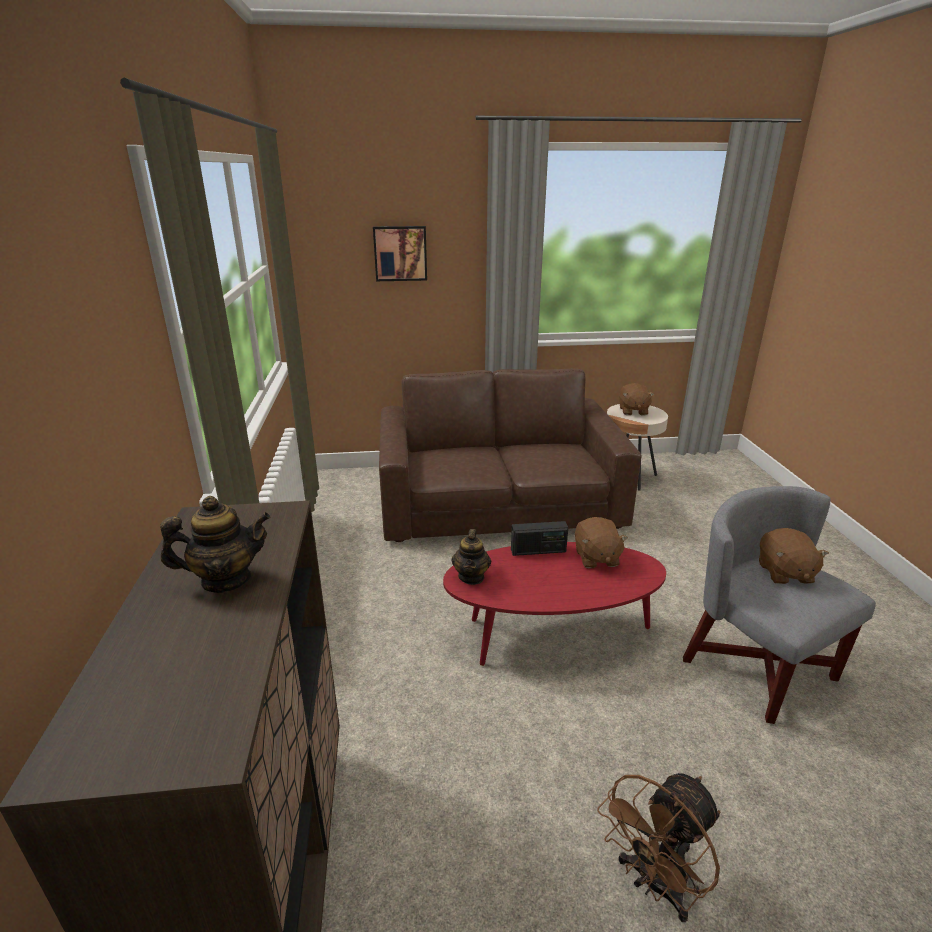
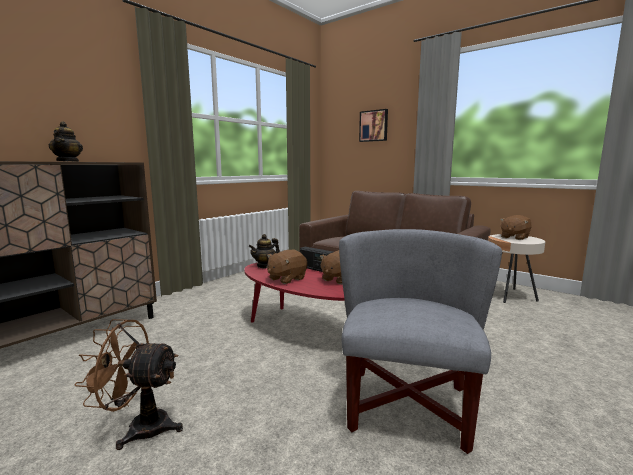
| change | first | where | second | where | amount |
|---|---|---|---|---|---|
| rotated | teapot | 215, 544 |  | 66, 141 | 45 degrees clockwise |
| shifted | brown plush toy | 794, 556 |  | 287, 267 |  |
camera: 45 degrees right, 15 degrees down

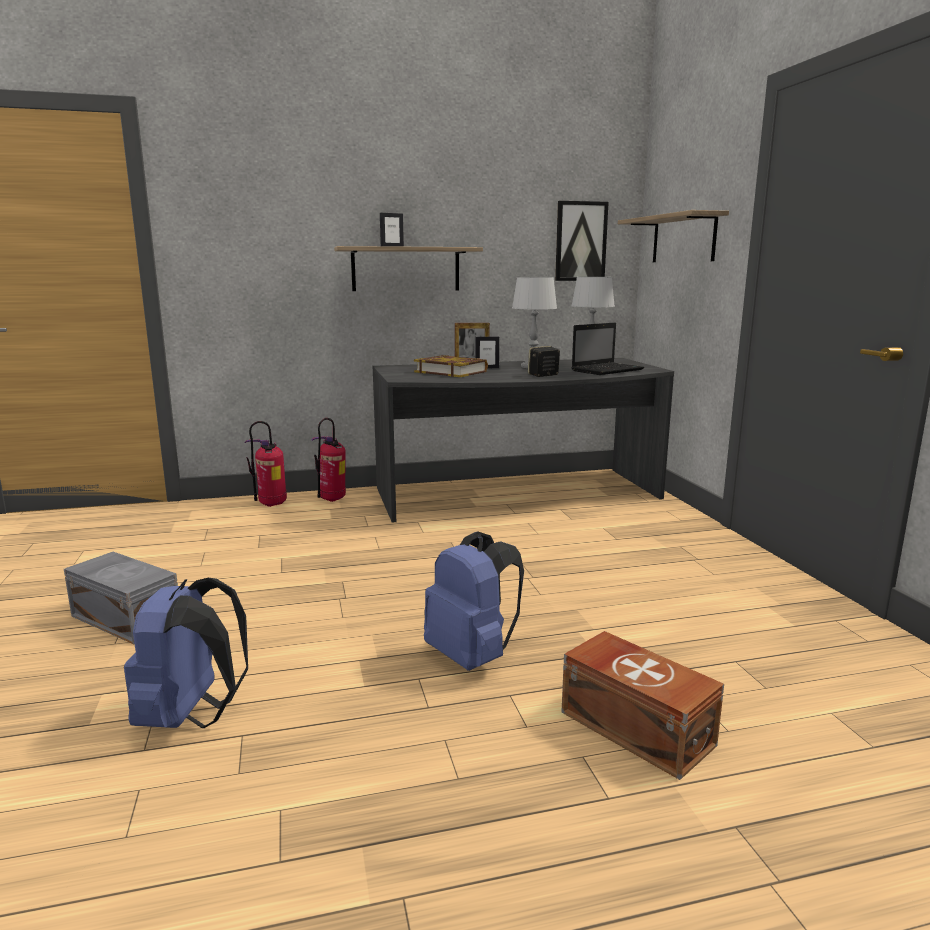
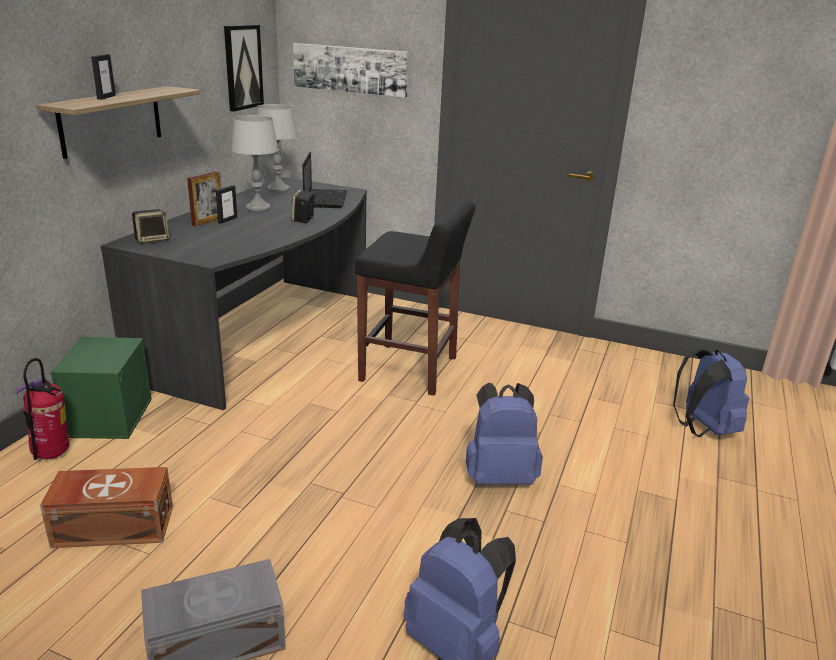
| change | first | where | second | where | amount |
|---|---|---|---|---|---|
| shifted | brown storage container | 642, 705 |  | 106, 507 |  |
| swapped | fire-fighting cylinder | 328, 460 | green-coloured storage container | 101, 388 |  |
| new |  |  | loudspeaker | 150, 226 |  |
| swapped | shelf | 673, 236 | wall art | 351, 70 |  |
| new |  |  | black-coloured stool | 415, 297 |  |
| new |  |  | bluish knapsack | 711, 393 |  |
| gone | bound book | 451, 366 |  |  |  |
camera: 55 degrees left, 10 degrees up

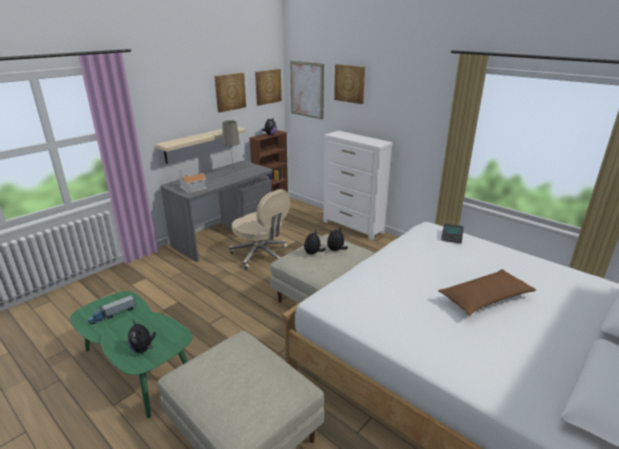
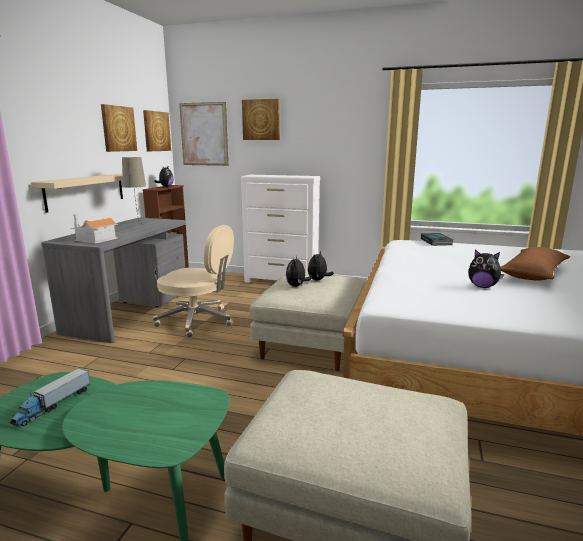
| change | first | where | second | where | amount |
|---|---|---|---|---|---|
| shifted | plush toy | 142, 336 |  | 486, 269 |  |
camera: 25 degrees left, 10 degrees down

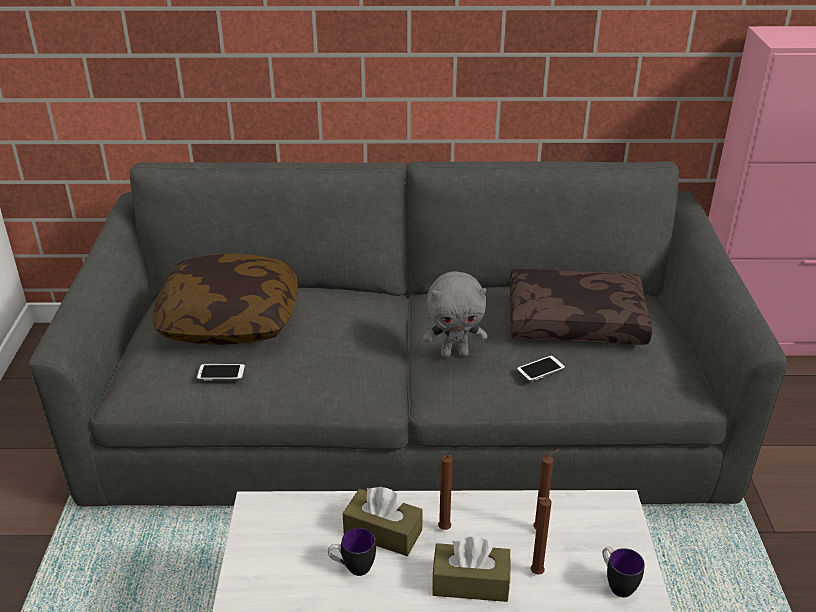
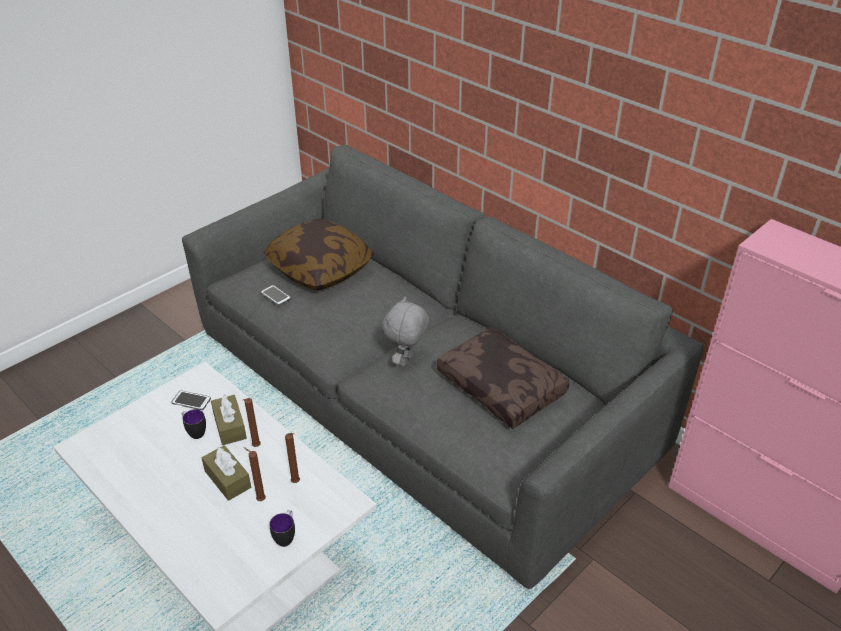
| change | first | where | second | where | amount |
|---|---|---|---|---|---|
| shifted | phone | 541, 368 |  | 191, 400 |  |
| rotated | greyish plush toy | 455, 314 |  | 406, 331 | 75 degrees clockwise |
camera: 45 degrees right, 5 degrees up

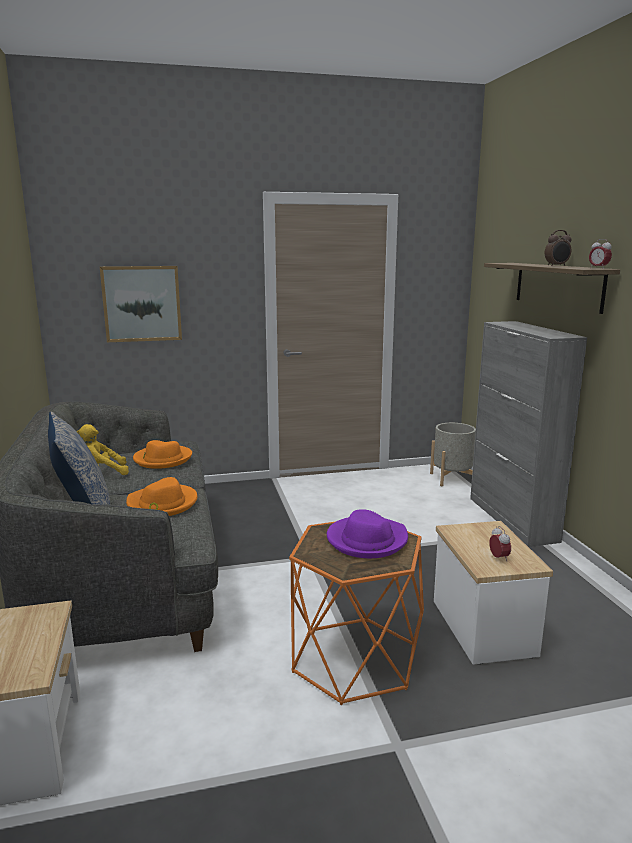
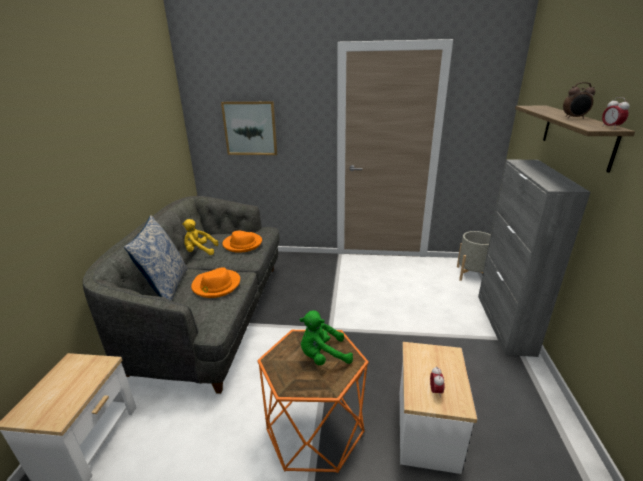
| change | first | where | second | where | amount |
|---|---|---|---|---|---|
| swapped | purplish wearable hat | 367, 533 | green-coloured plush toy | 326, 337 |  |
camera: 20 degrees right, 10 degrees up

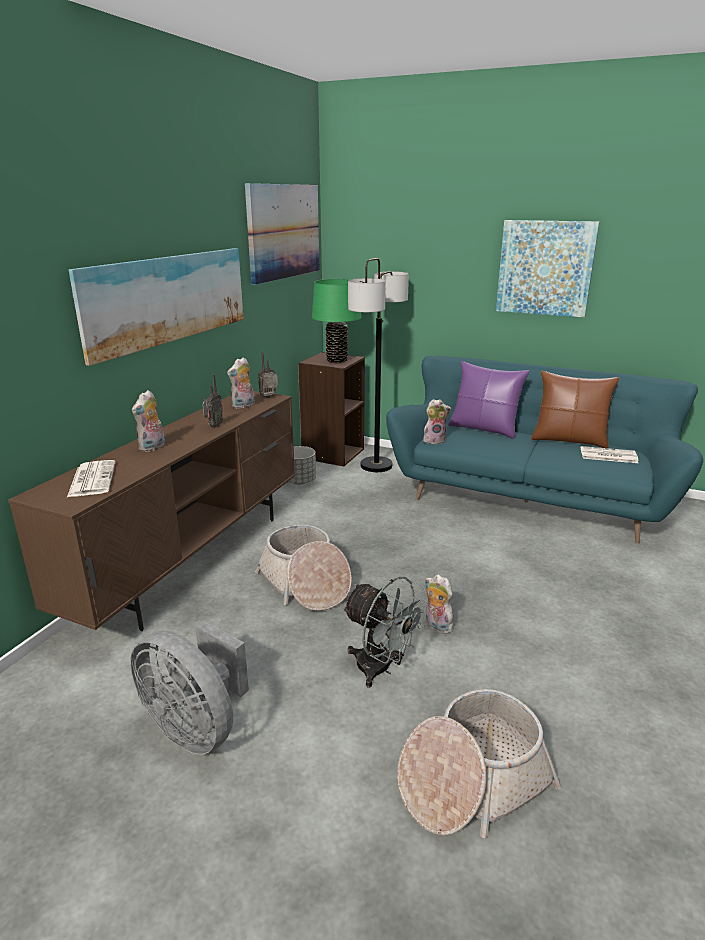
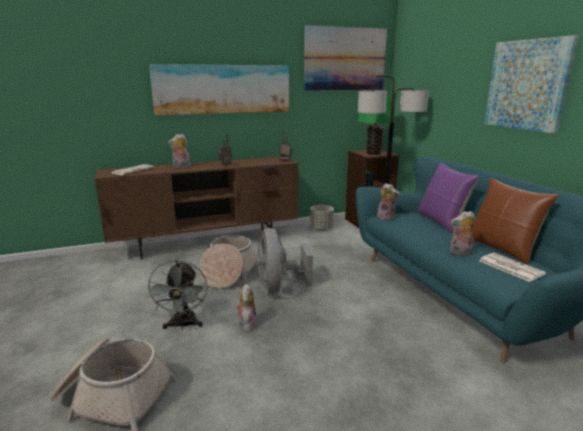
| change | first | where | second | where | amount |
|---|---|---|---|---|---|
| shifted | greyish fan | 189, 688 |  | 285, 261 |  |
| shifted | plush toy | 240, 383 |  | 462, 233 |  |
camera: 45 degrees right, 5 degrees down

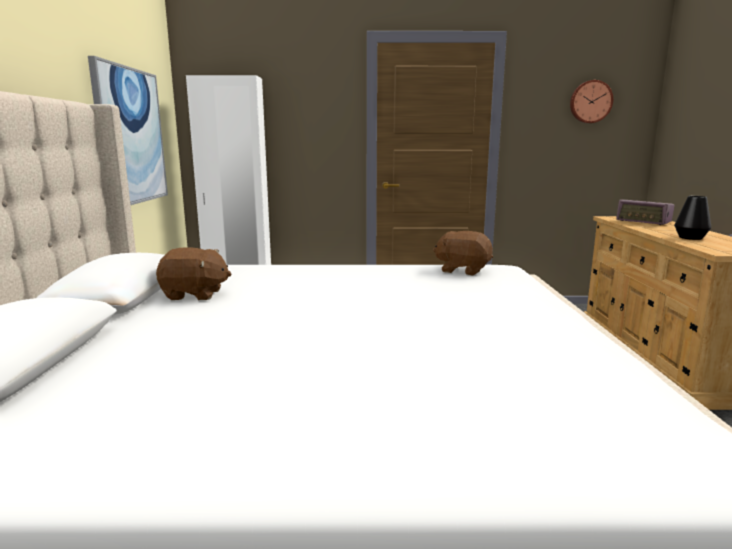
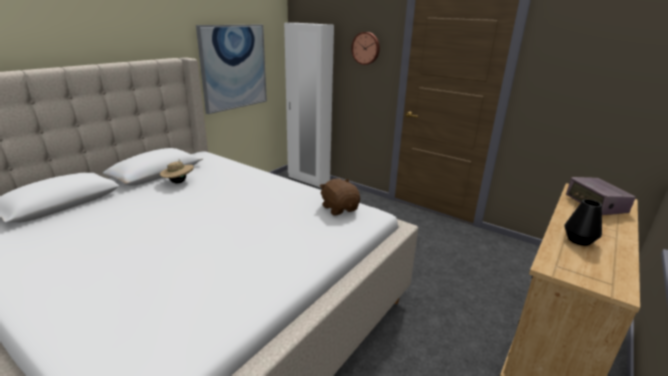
| change | first | where | second | where | amount |
|---|---|---|---|---|---|
| swapped | brown plush toy | 193, 273 | beige-coloured wearable hat | 177, 172 |  |
| shifted | wall clock | 591, 101 |  | 365, 48 |  |
camera: 35 degrees right, 10 degrees up

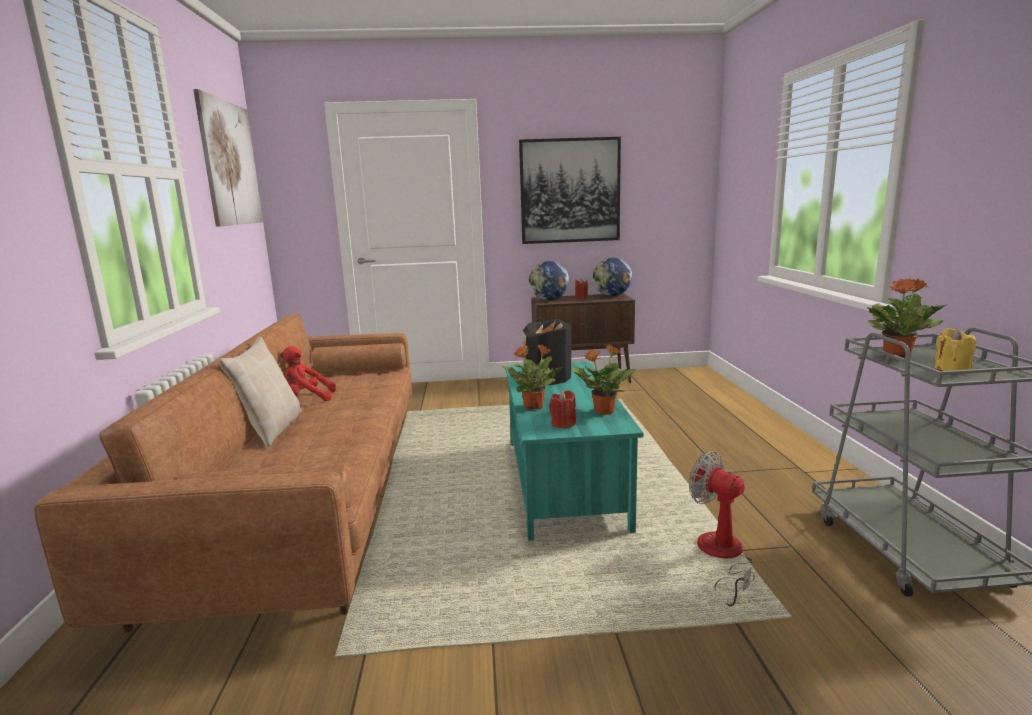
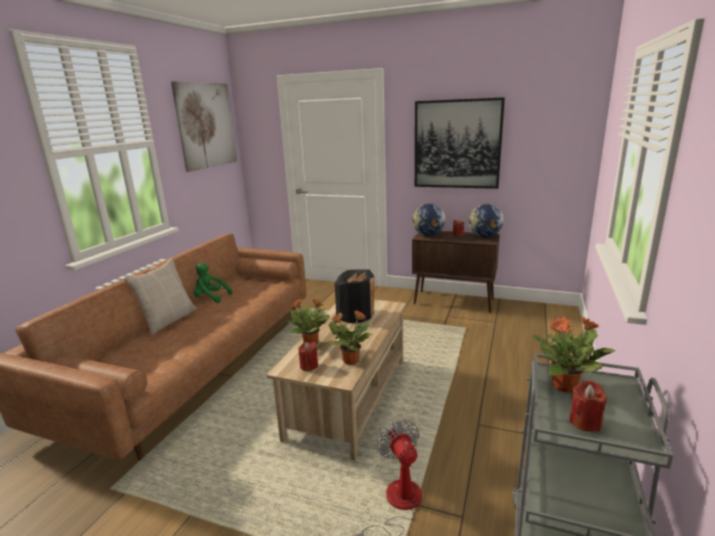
| change | first | where | second | where | amount |
|---|---|---|---|---|---|
| repainted | red plush toy | 308, 373 | green-coloured plush toy | 213, 283 |  |
| repainted | turquoise low table | 574, 451 | beige-coloured low table | 336, 379 |  |
| repainted | yellowish wax light | 955, 349 | red wax light | 588, 406 |  |
camera: 25 degrees right, 5 degrees up

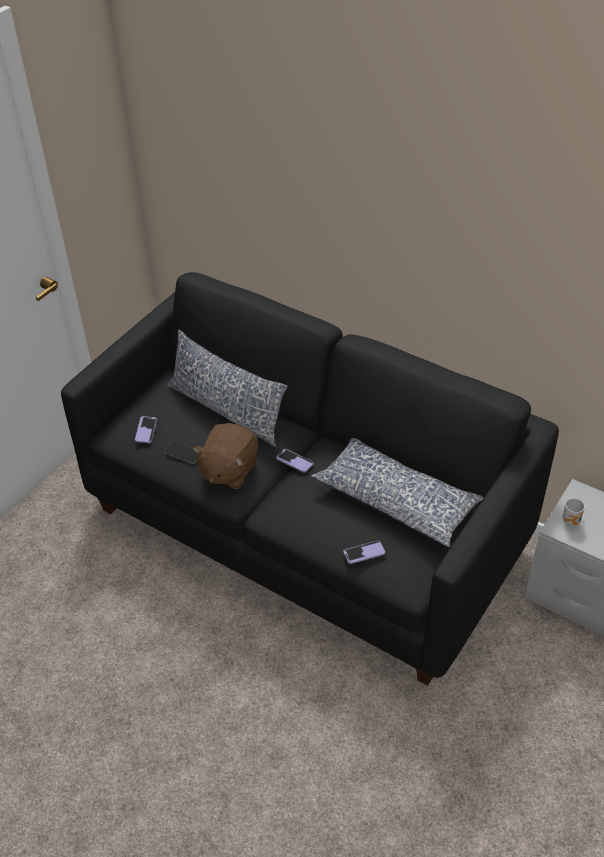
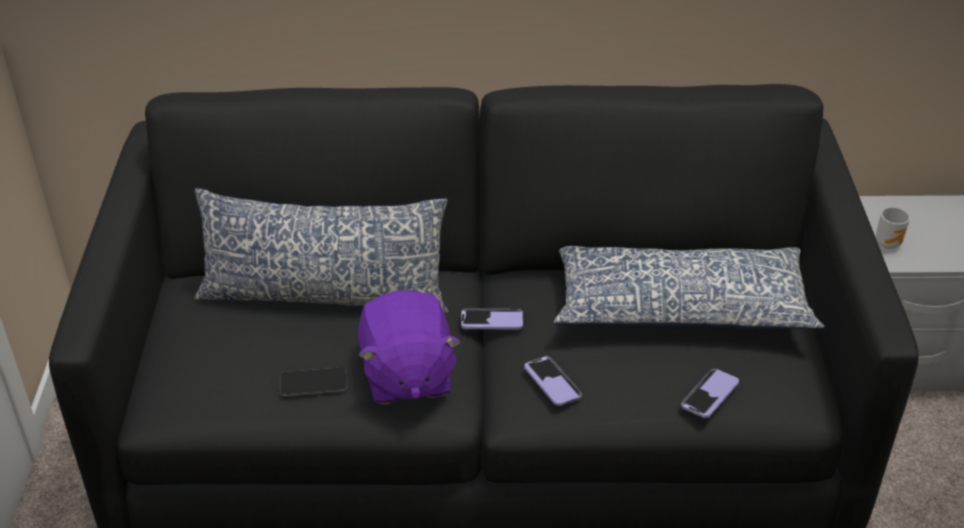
| change | first | where | second | where | amount |
|---|---|---|---|---|---|
| repainted | brown plush toy | 225, 456 | purplish plush toy | 409, 347 |  |
| shifted | phone | 146, 429 |  | 553, 381 |  |
camera: 35 degrees left, 5 degrees down

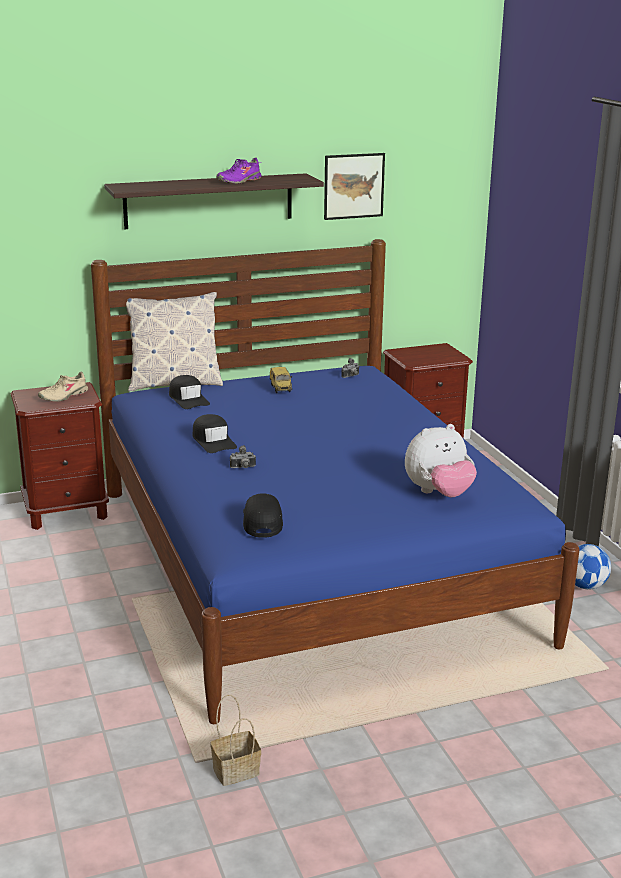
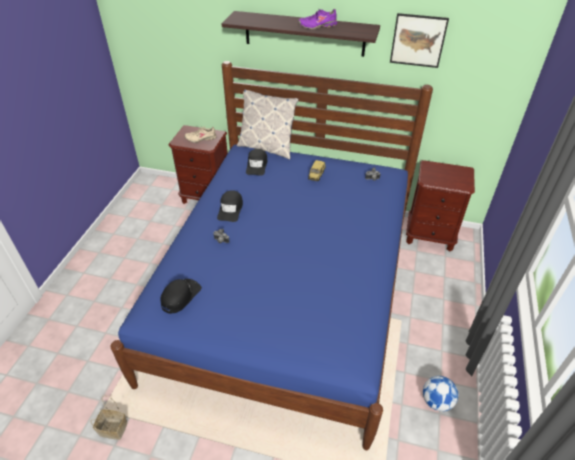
| change | first | where | second | where | amount |
|---|---|---|---|---|---|
| gone | plush toy | 441, 460 |  |  |  |
camera: 35 degrees right, 20 degrees up

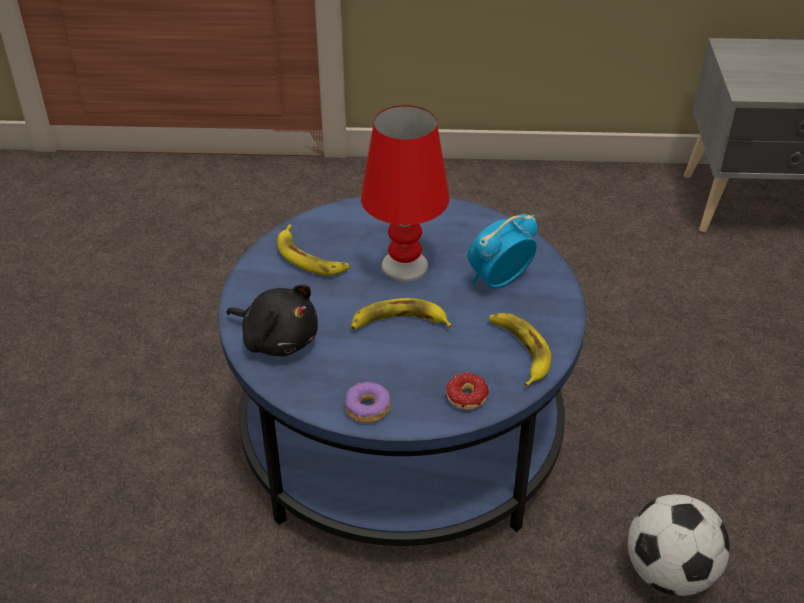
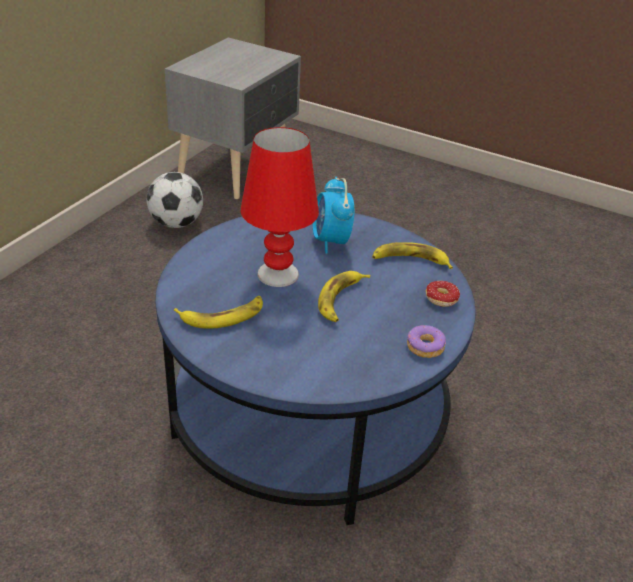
| change | first | where | second | where | amount |
|---|---|---|---|---|---|
| shifted | football | 679, 545 |  | 174, 200 |  |
| gone | black-coloured plush toy | 272, 320 |  |  |  |
camera: 65 degrees left, 5 degrees down

